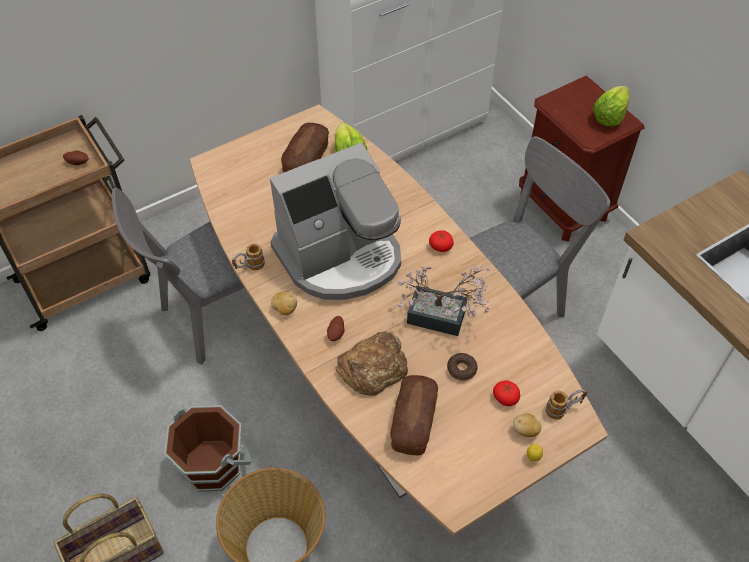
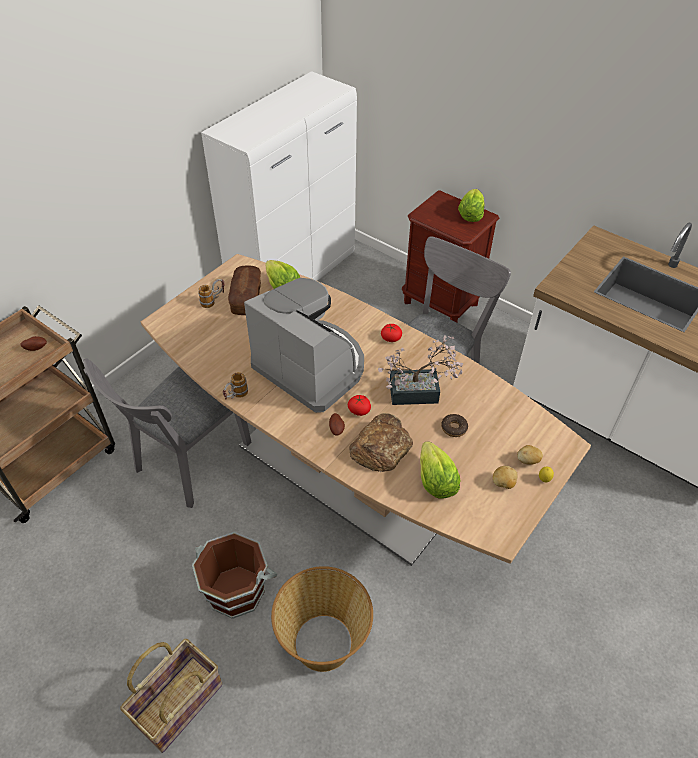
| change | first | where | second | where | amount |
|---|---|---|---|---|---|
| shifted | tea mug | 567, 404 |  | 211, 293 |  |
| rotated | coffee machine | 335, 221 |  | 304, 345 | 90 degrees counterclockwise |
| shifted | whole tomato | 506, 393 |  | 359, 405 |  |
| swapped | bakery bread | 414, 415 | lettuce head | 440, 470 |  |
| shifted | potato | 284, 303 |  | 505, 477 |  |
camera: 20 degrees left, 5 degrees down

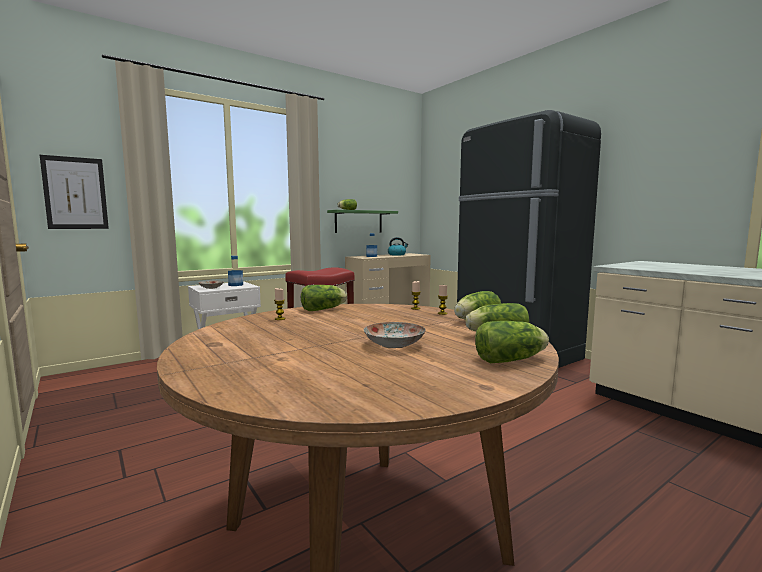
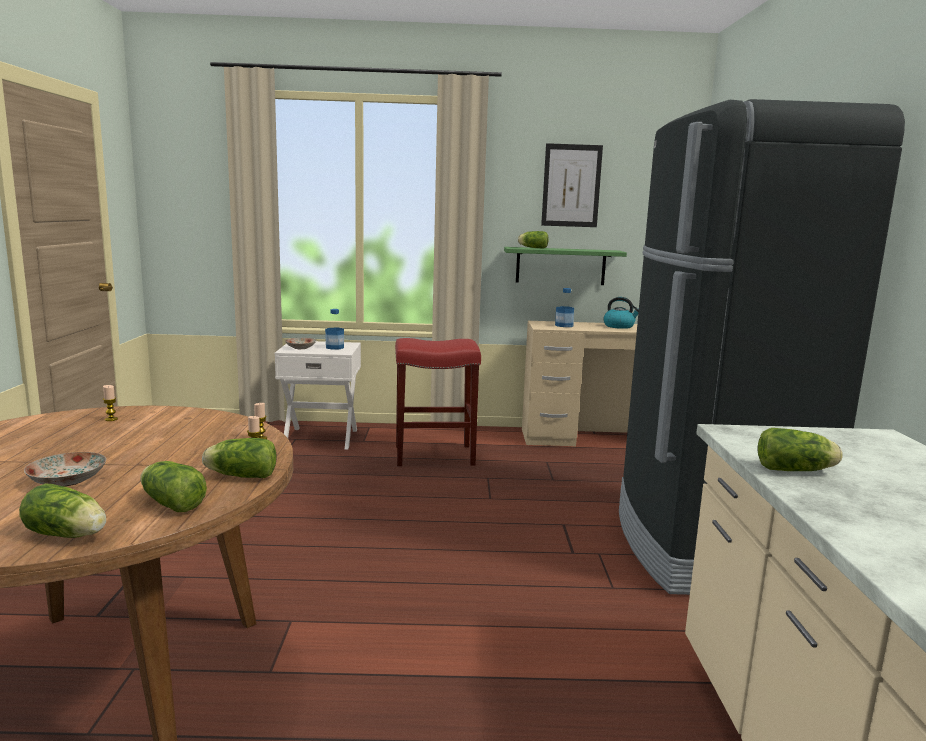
| change | first | where | second | where | amount |
|---|---|---|---|---|---|
| shifted | wall art | 74, 192 |  | 572, 185 |  |
| shifted | lettuce head | 324, 298 |  | 800, 449 |  |
camera: 35 degrees right, 5 degrees up

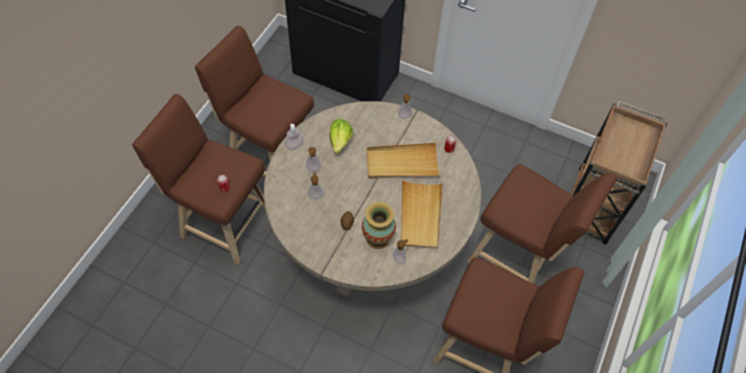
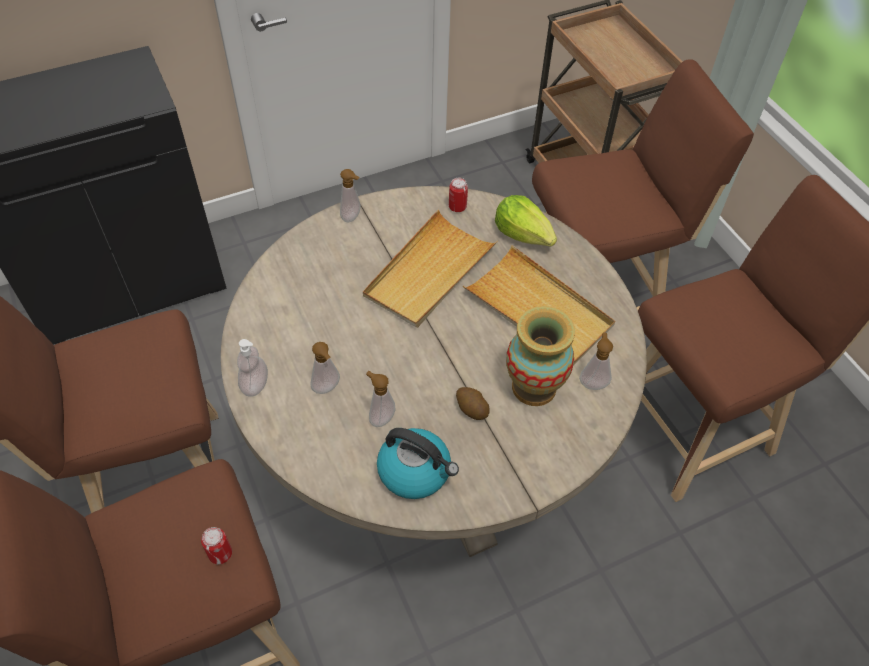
| change | first | where | second | where | amount |
|---|---|---|---|---|---|
| new |  |  | water kettle | 418, 463 |  |
| shifted | lettuce head | 341, 136 |  | 526, 220 |  |
camera: 50 degrees left, 5 degrees down

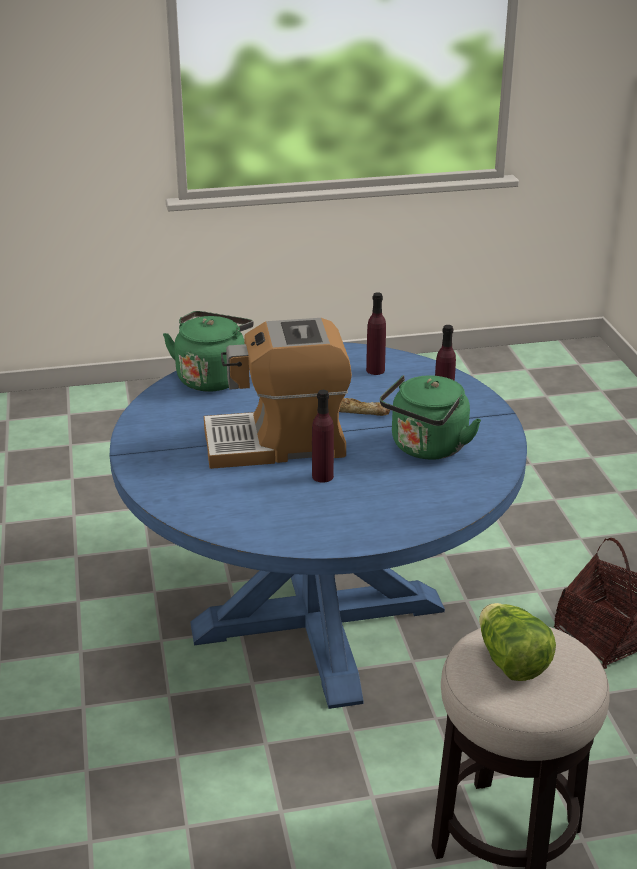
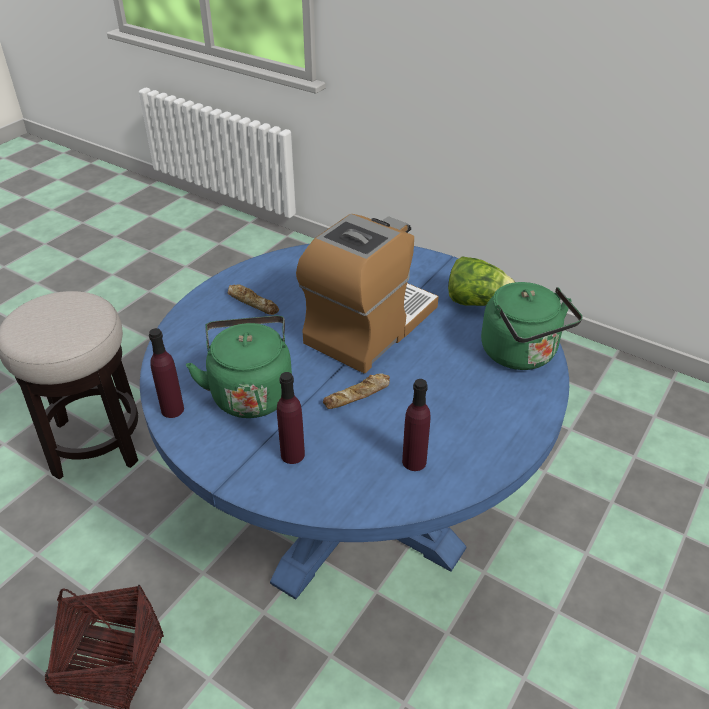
| change | first | where | second | where | amount |
|---|---|---|---|---|---|
| shifted | purplish drink bottle | 323, 436 |  | 166, 373 |  |
| new |  |  | bakery bread | 253, 299 |  |
| shifted | lettuce head | 517, 642 |  | 481, 281 |  |
camera: 135 degrees right, 10 degrees up

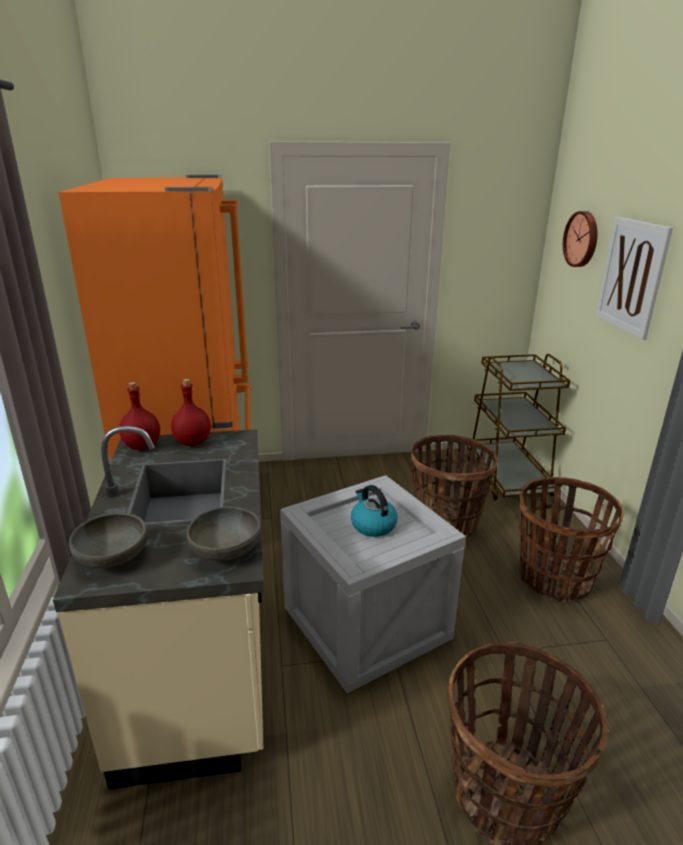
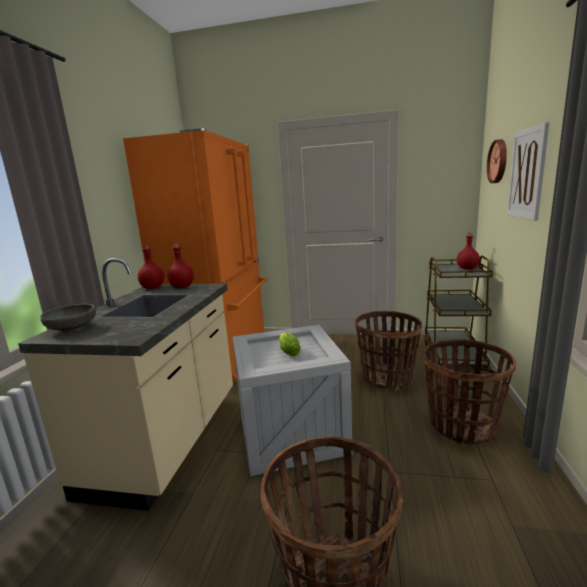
| change | first | where | second | where | amount |
|---|---|---|---|---|---|
| swapped | water kettle | 374, 511 | lettuce head | 290, 344 |  |
| new |  |  | red drink bottle | 468, 251 |  |
| gone | greyish deep dish | 224, 533 |  |  |  |
camera: 20 degrees right, 10 degrees down

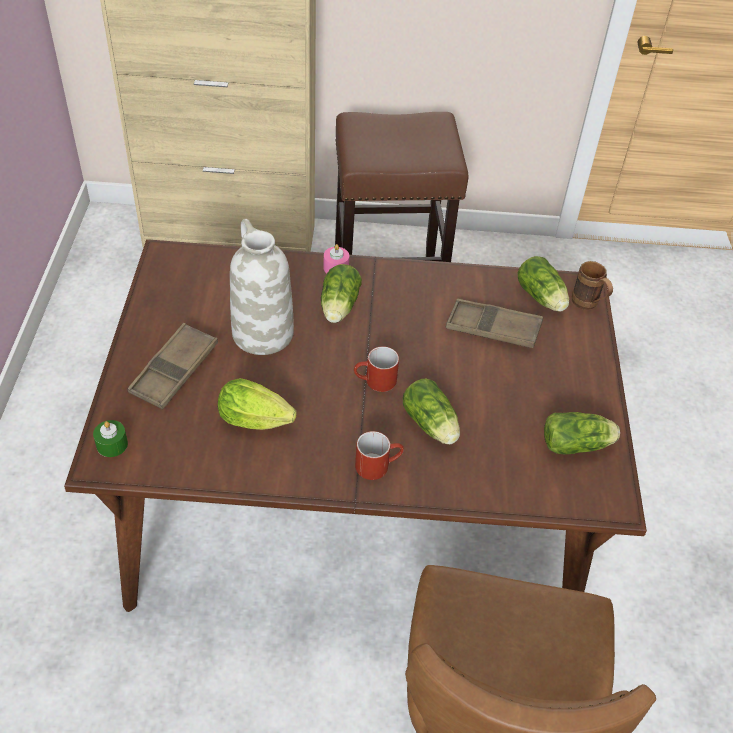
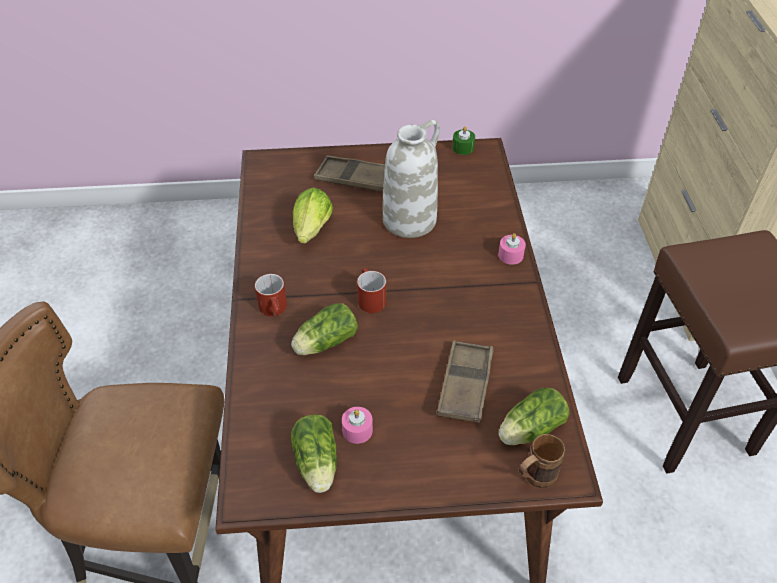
| change | first | where | second | where | amount |
|---|---|---|---|---|---|
| new |  |  | pink wax light | 357, 425 |  |
| shifted | green-coloured wax light | 110, 438 |  | 463, 140 |  |
| gone | lettuce head | 341, 293 |  |  |  |
camera: 85 degrees right, 0 degrees up

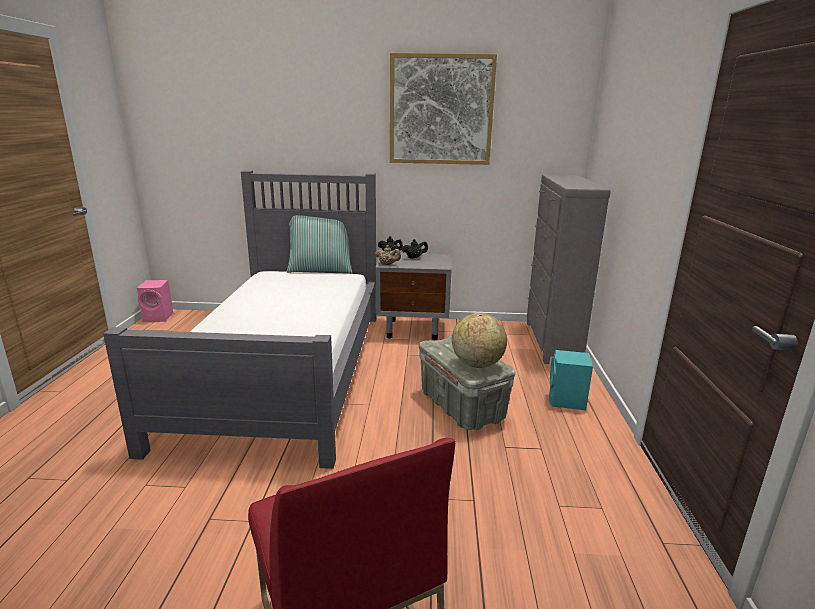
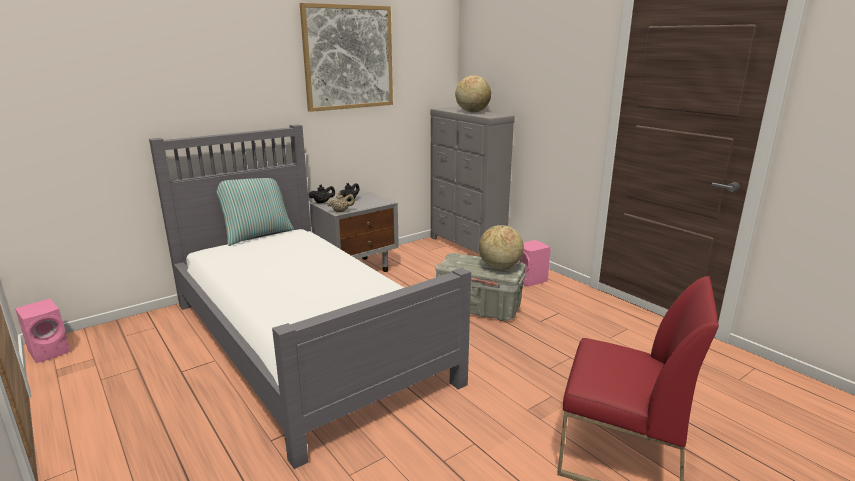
| change | first | where | second | where | amount |
|---|---|---|---|---|---|
| new |  |  | world globe | 473, 93 |  |
| repainted | turquoise loudspeaker | 571, 380 | pink loudspeaker | 535, 263 |  |
camera: 40 degrees left, 0 degrees up

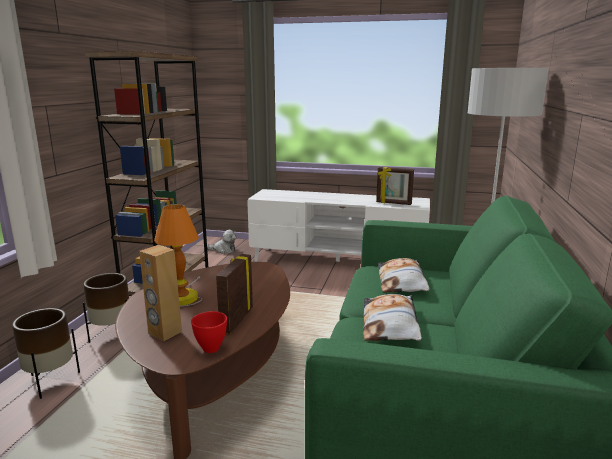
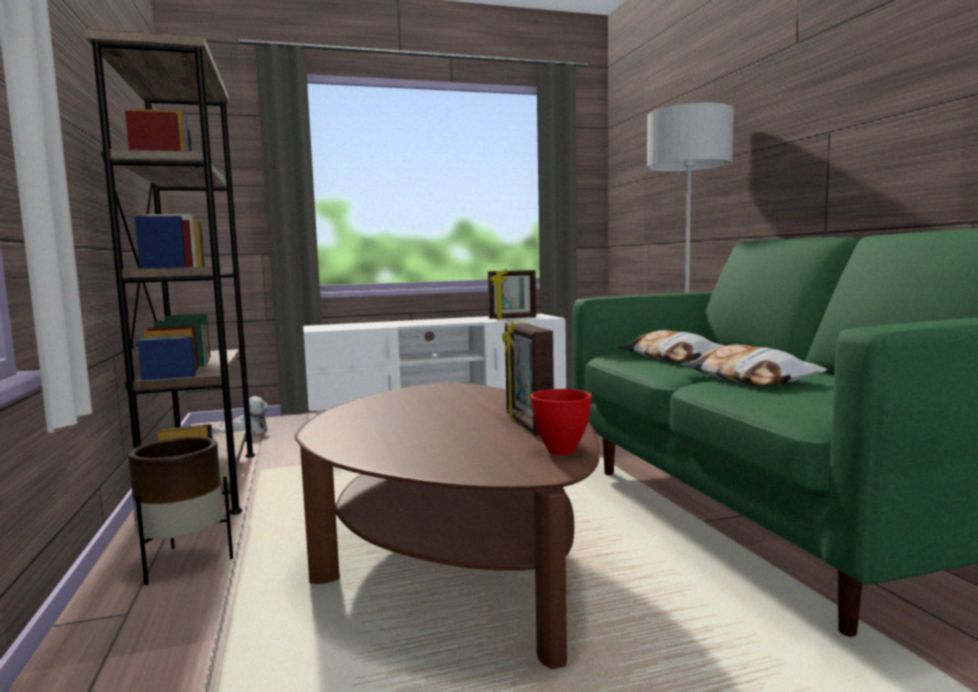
| change | first | where | second | where | amount |
|---|---|---|---|---|---|
| gone | brown plant pot | 46, 353 |  |  |  |
| gone | brown loudspeaker | 160, 293 |  |  |  |
| gone | lamp for a table | 178, 255 |  |  |  |
camera: 30 degrees left, 10 degrees down

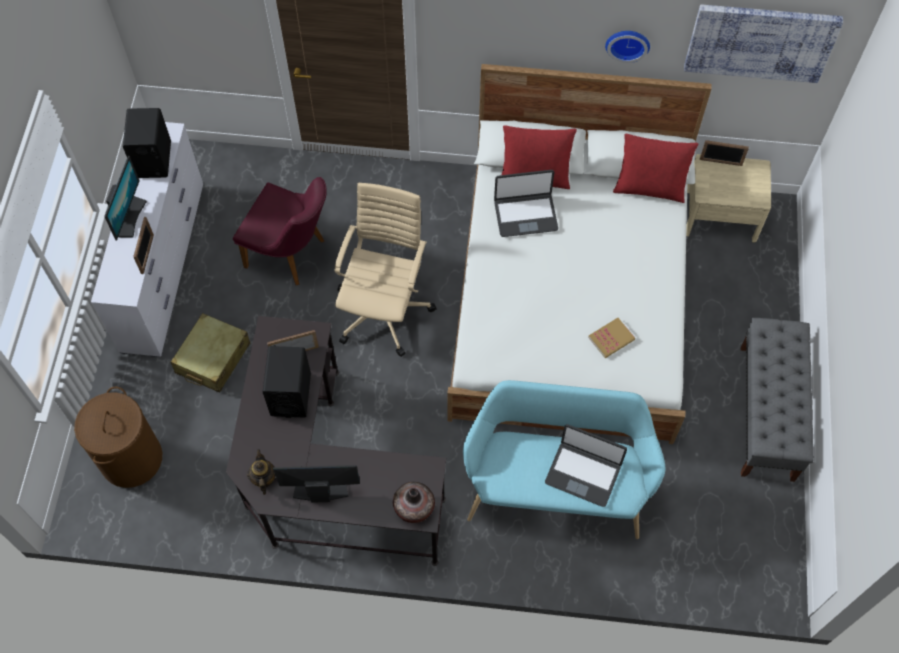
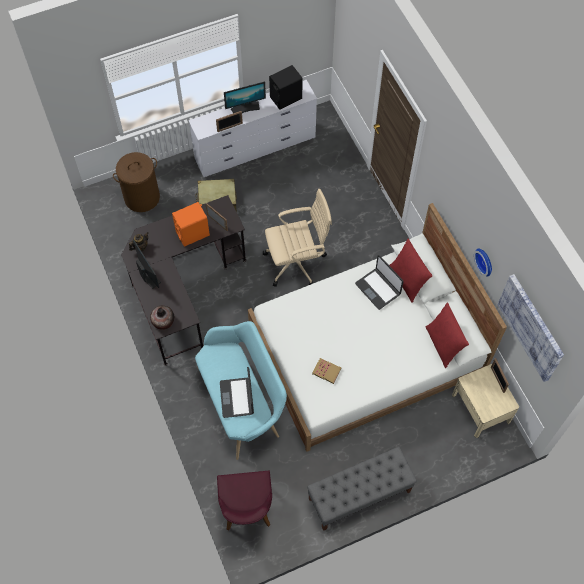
| change | first | where | second | where | amount |
|---|---|---|---|---|---|
| repainted | black-coloured loudspeaker | 286, 381 | orangey loudspeaker | 191, 224 |  |
| shifted | purplish upright chair | 280, 231 |  | 244, 501 |  |
camera: 60 degrees right, 0 degrees up

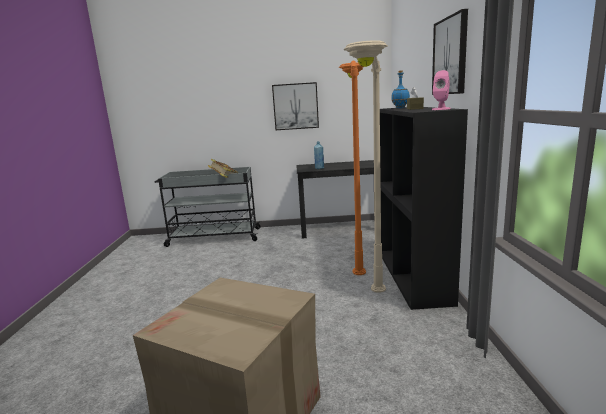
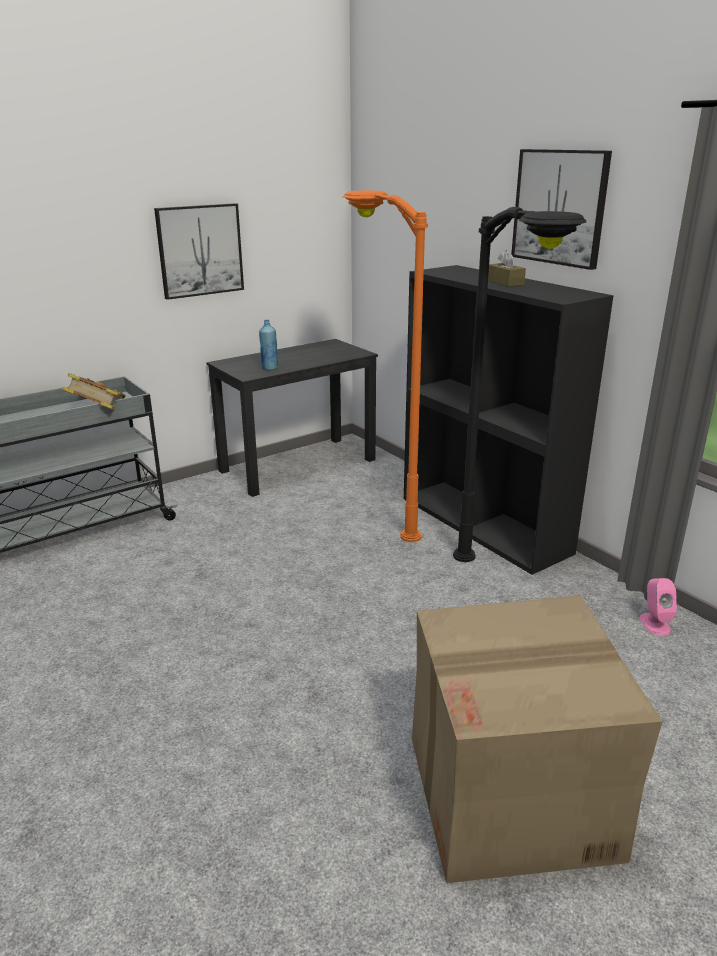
| change | first | where | second | where | amount |
|---|---|---|---|---|---|
| repainted | beige-coloured floor lamp | 366, 166 | black-coloured floor lamp | 519, 384 |  |
| shifted | pink loudspeaker | 441, 90 |  | 658, 607 |  |
| gone | bluish drink bottle | 400, 89 |  |  |  |
camera: 35 degrees left, 10 degrees up

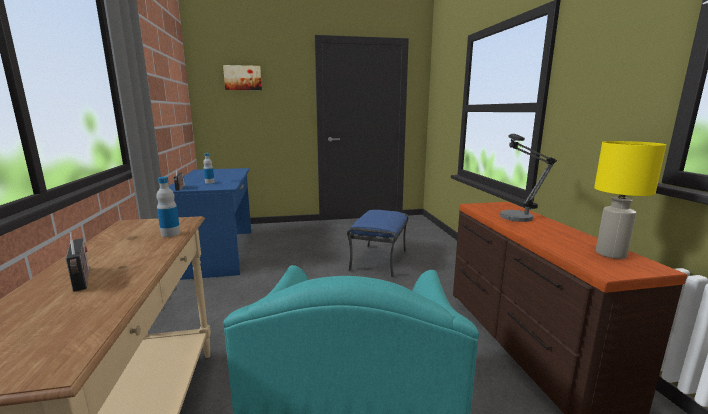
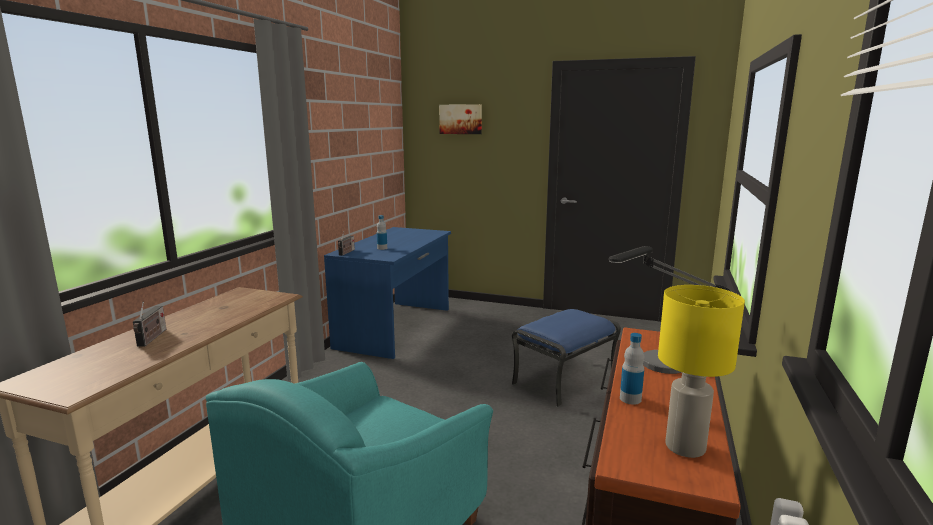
| change | first | where | second | where | amount |
|---|---|---|---|---|---|
| shifted | drink bottle | 168, 207 |  | 632, 369 |  |
camera: 30 degrees right, 0 degrees up

